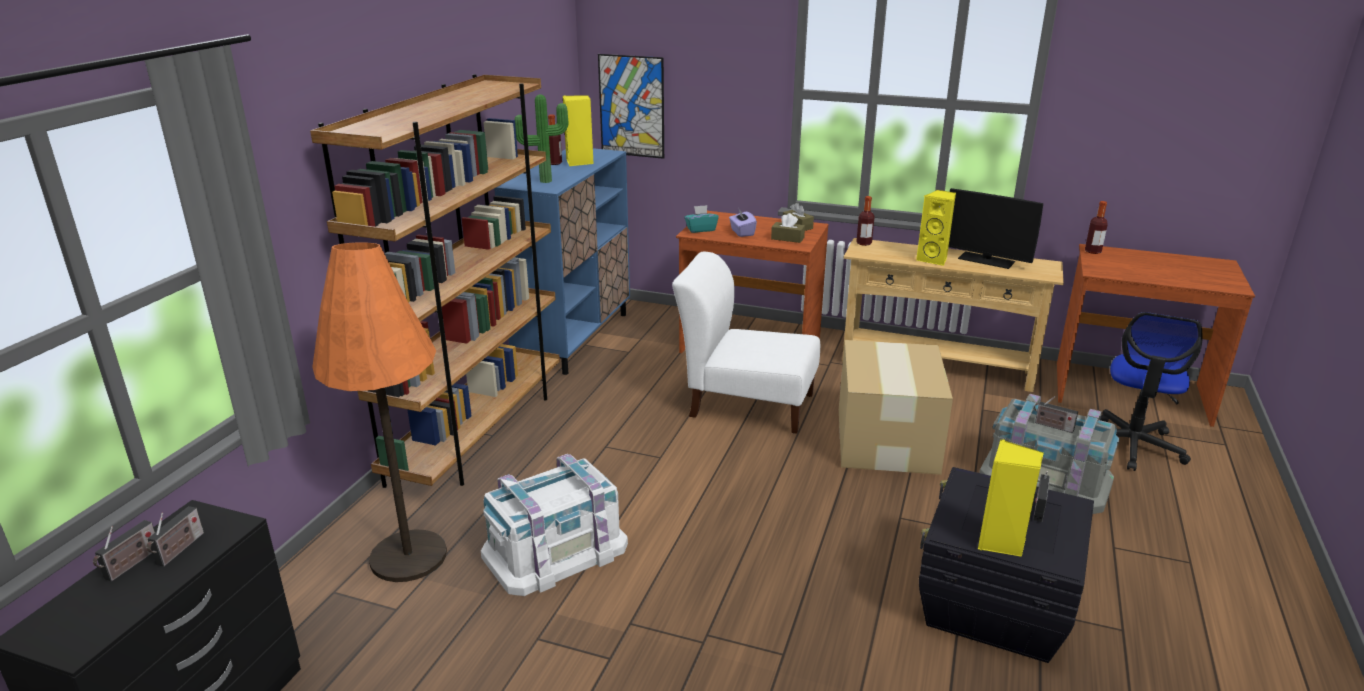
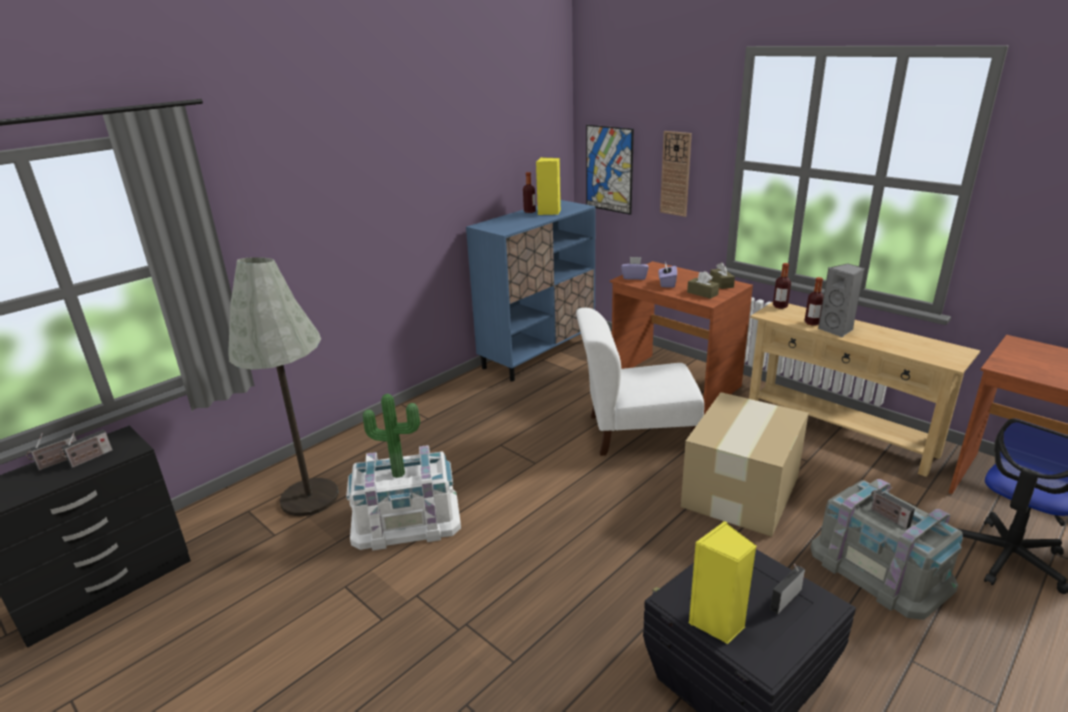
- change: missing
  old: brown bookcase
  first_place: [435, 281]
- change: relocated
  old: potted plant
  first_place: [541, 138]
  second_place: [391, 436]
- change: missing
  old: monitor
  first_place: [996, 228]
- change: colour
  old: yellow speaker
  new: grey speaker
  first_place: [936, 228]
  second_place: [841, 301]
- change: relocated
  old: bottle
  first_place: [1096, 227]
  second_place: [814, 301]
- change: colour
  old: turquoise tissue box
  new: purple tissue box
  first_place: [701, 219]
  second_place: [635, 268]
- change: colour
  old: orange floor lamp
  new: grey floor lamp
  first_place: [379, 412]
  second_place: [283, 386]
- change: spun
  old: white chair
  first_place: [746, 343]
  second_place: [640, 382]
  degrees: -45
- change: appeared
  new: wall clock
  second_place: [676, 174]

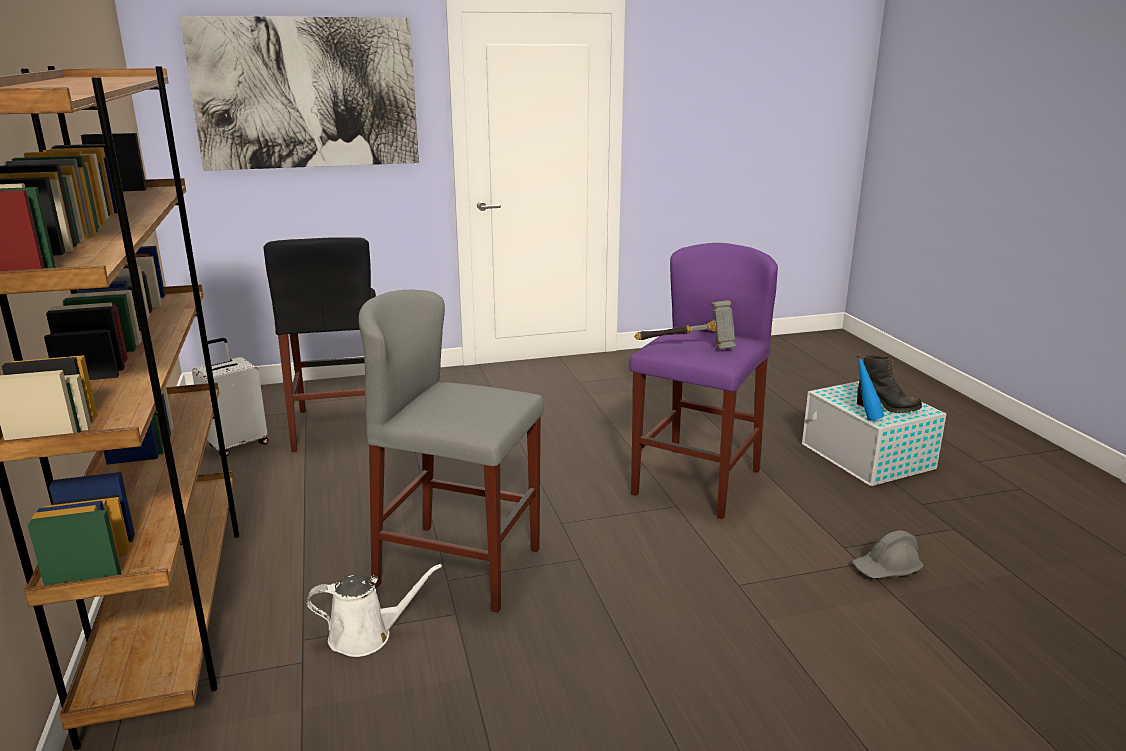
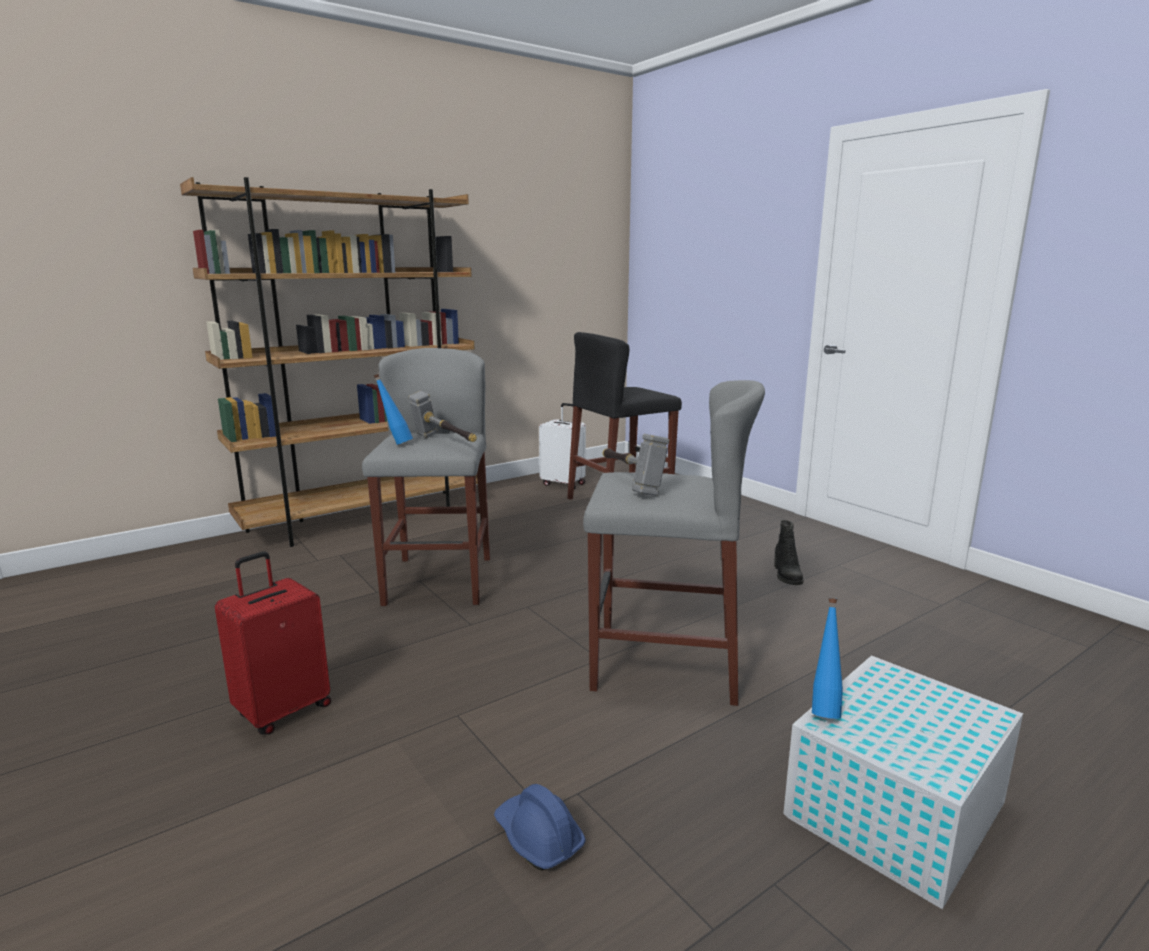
- change: missing
  old: picture
  first_place: [299, 93]
- change: colour
  old: purple stool
  new: grey stool
  first_place: [703, 381]
  second_place: [674, 543]
- change: relocated
  old: black boot
  first_place: [889, 384]
  second_place: [788, 552]
- change: colour
  old: grey hard hat
  new: blue hard hat
  first_place: [888, 554]
  second_place: [540, 827]
- change: missing
  old: white watering can
  first_place: [374, 610]
- change: appeared
  new: blue bottle
  second_place: [393, 409]
- change: appeared
  new: hammer
  second_place: [442, 416]
- change: appeared
  new: red suitcase
  second_place: [273, 643]

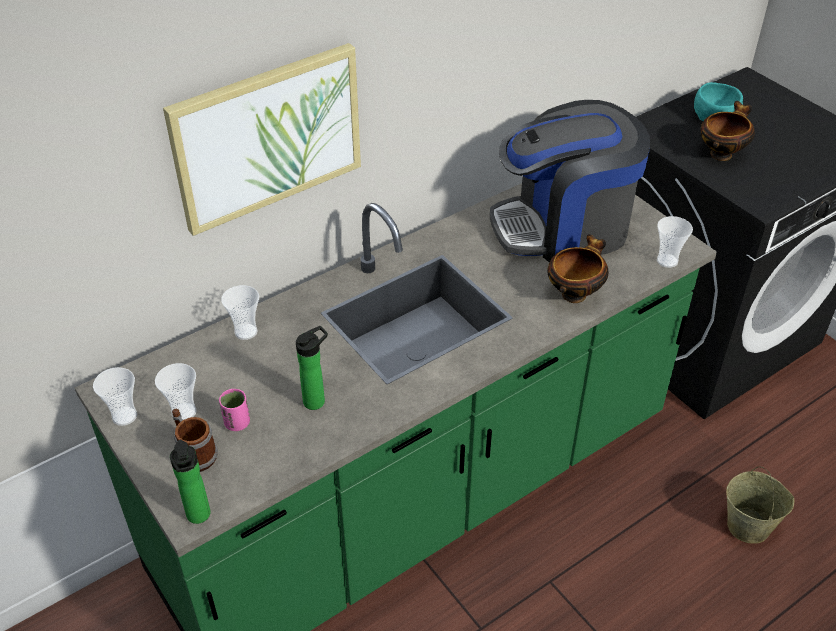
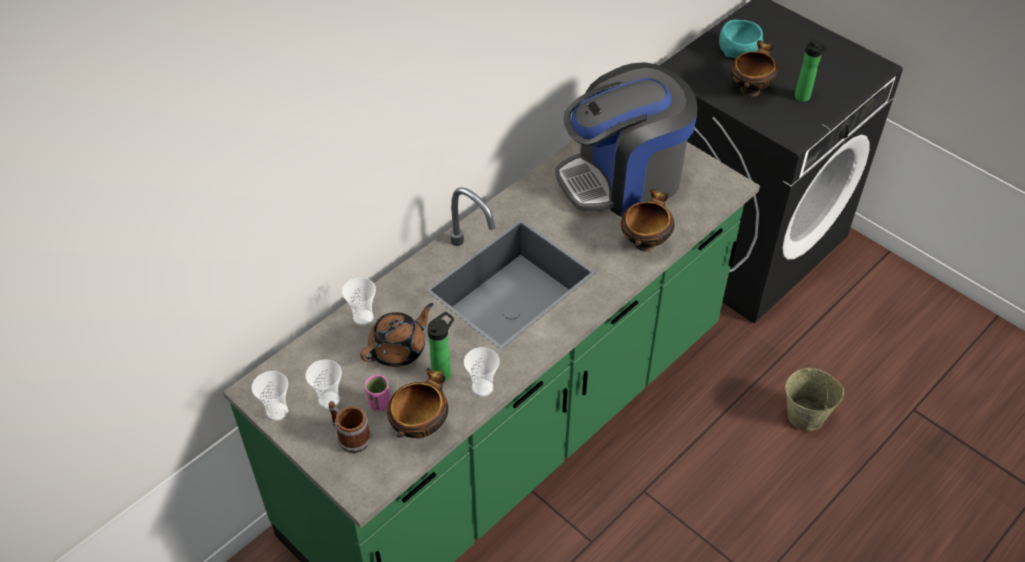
- change: missing
  old: picture
  first_place: [262, 139]
- change: relocated
  old: cup
  first_place: [675, 242]
  second_place: [482, 372]
- change: relocated
  old: bottle
  first_place: [190, 482]
  second_place: [811, 69]
- change: appeared
  new: brown teapot
  second_place: [397, 335]
- change: appeared
  new: bowl
  second_place: [417, 403]

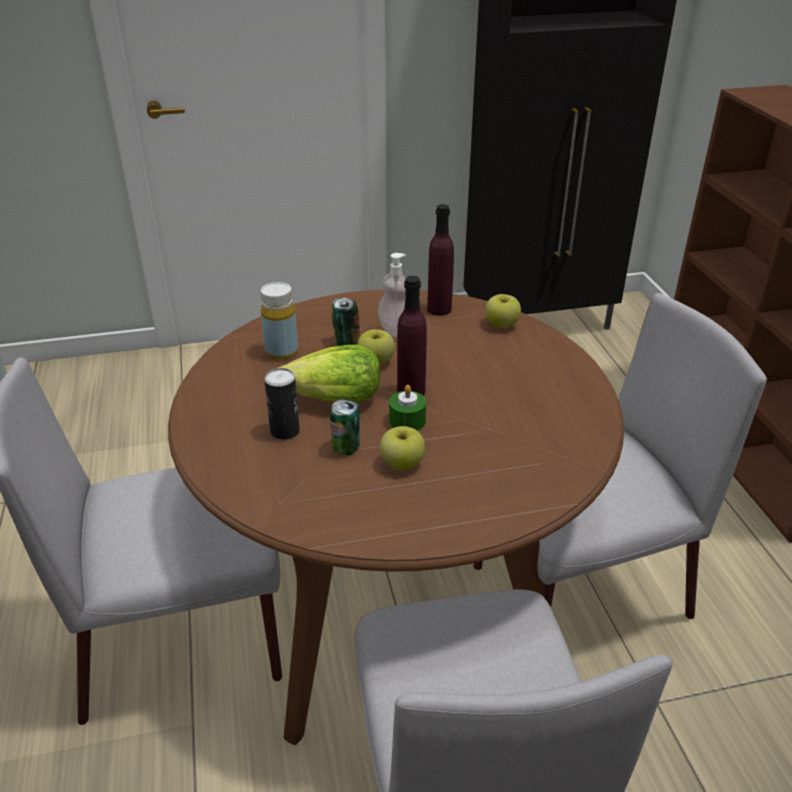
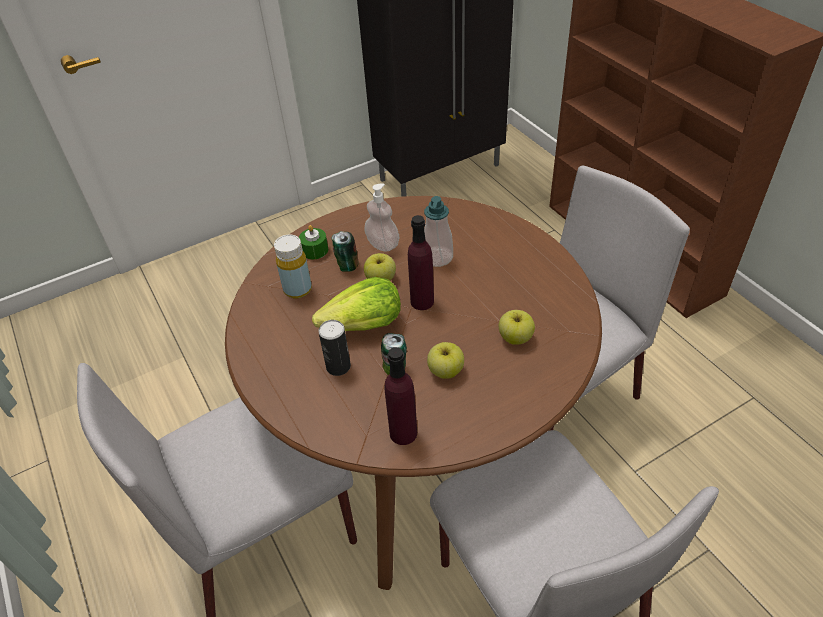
- change: relocated
  old: purple bottle
  first_place: [440, 260]
  second_place: [400, 396]
- change: relocated
  old: apple
  first_place: [503, 311]
  second_place: [517, 327]
- change: relocated
  old: green candle
  first_place: [407, 408]
  second_place: [313, 242]
- change: appeared
  new: soap dispenser
  second_place: [438, 231]

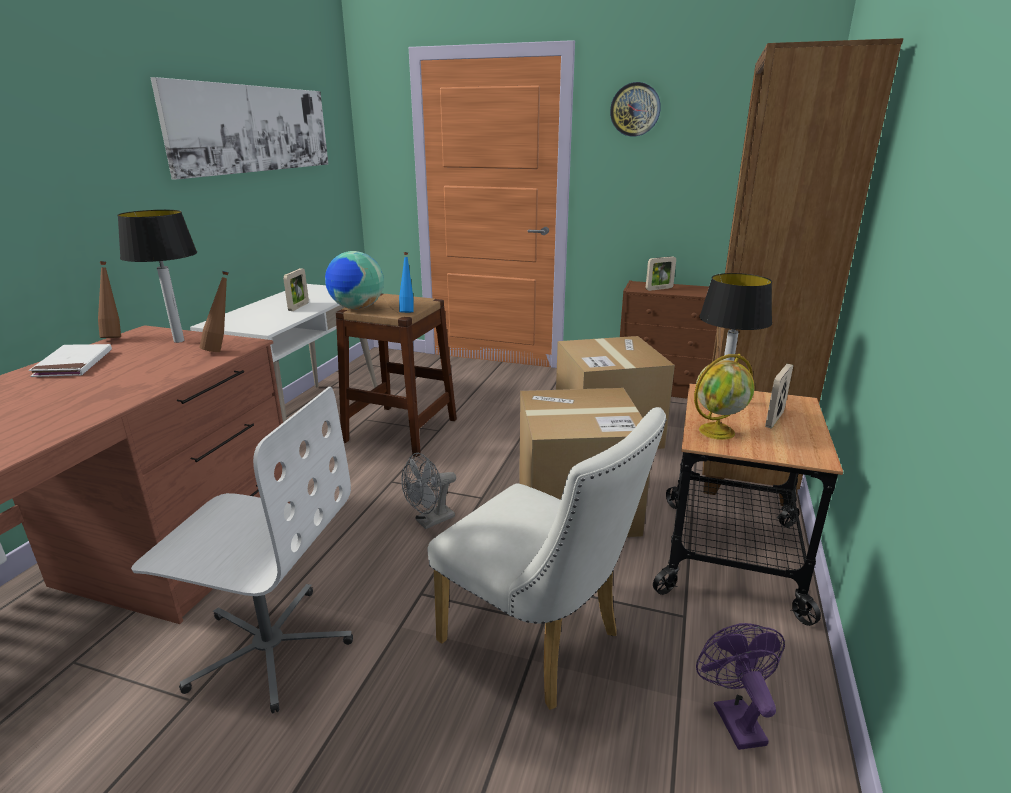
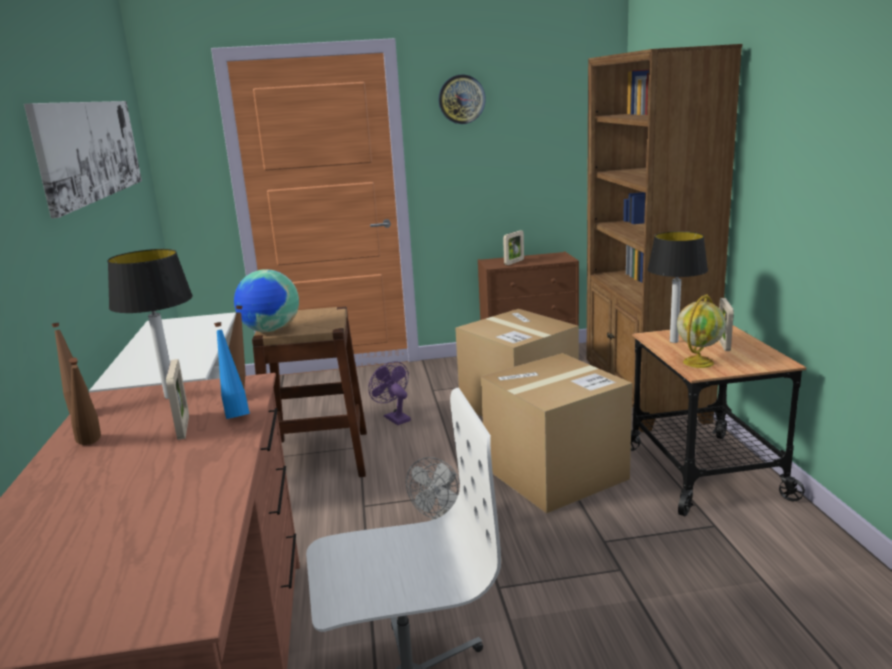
- change: relocated
  old: blue bottle
  first_place: [406, 282]
  second_place: [232, 370]
- change: relocated
  old: picture frame
  first_place: [296, 289]
  second_place: [177, 399]
- change: exchanged
  old: white book
  new: brown bottle
  first_place: [70, 360]
  second_place: [85, 401]
- change: missing
  old: white chair
  first_place: [546, 558]
- change: relocated
  old: purple fan
  first_place: [740, 686]
  second_place: [389, 393]

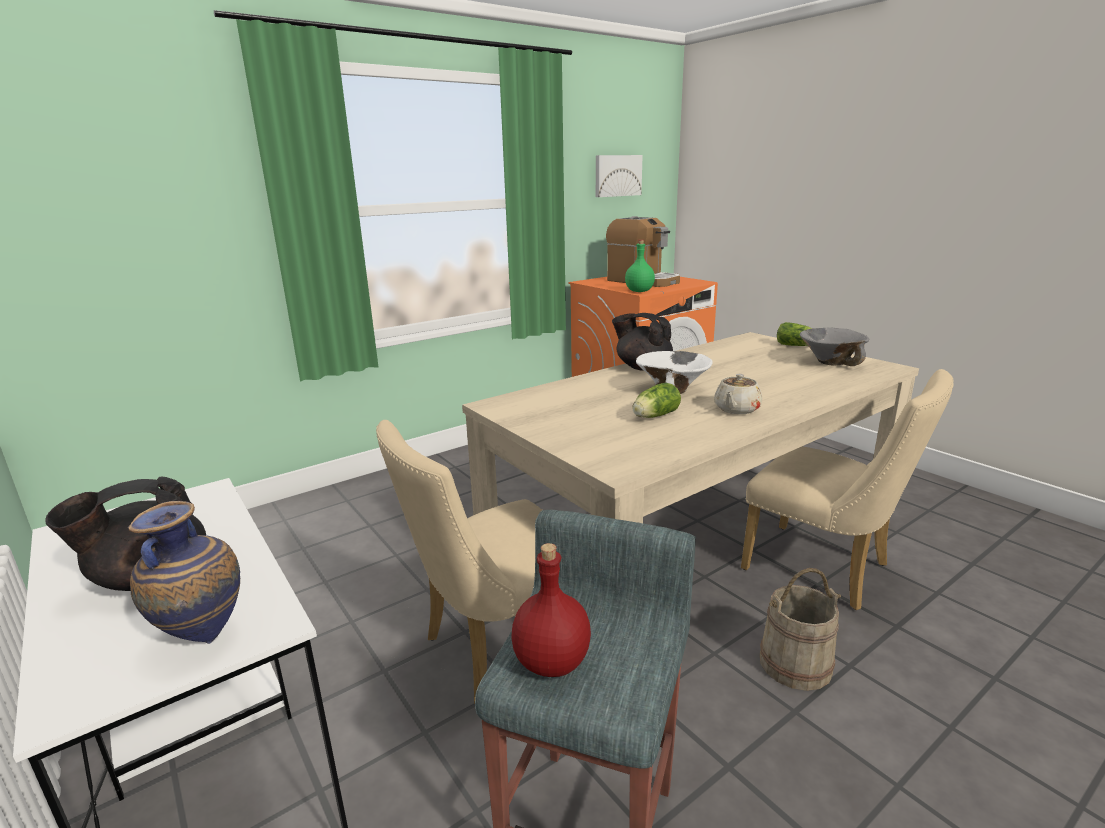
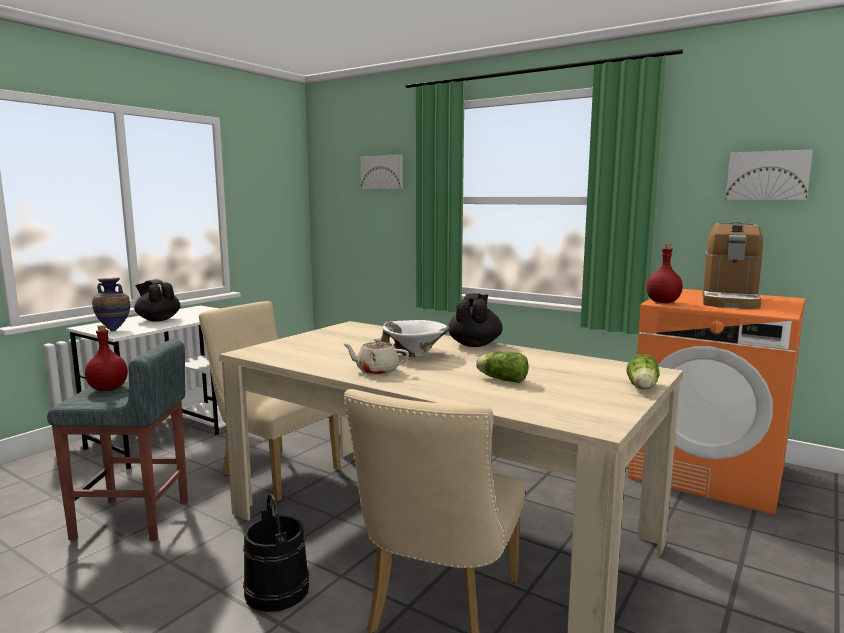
- change: colour
  old: green bottle
  new: red bottle
  first_place: [640, 266]
  second_place: [665, 273]
- change: missing
  old: grey bowl
  first_place: [835, 347]
- change: relocated
  old: lettuce
  first_place: [656, 400]
  second_place: [502, 367]
- change: colour
  old: beige bucket
  new: black bucket
  first_place: [800, 629]
  second_place: [276, 552]
- change: appeared
  new: picture
  second_place: [382, 171]

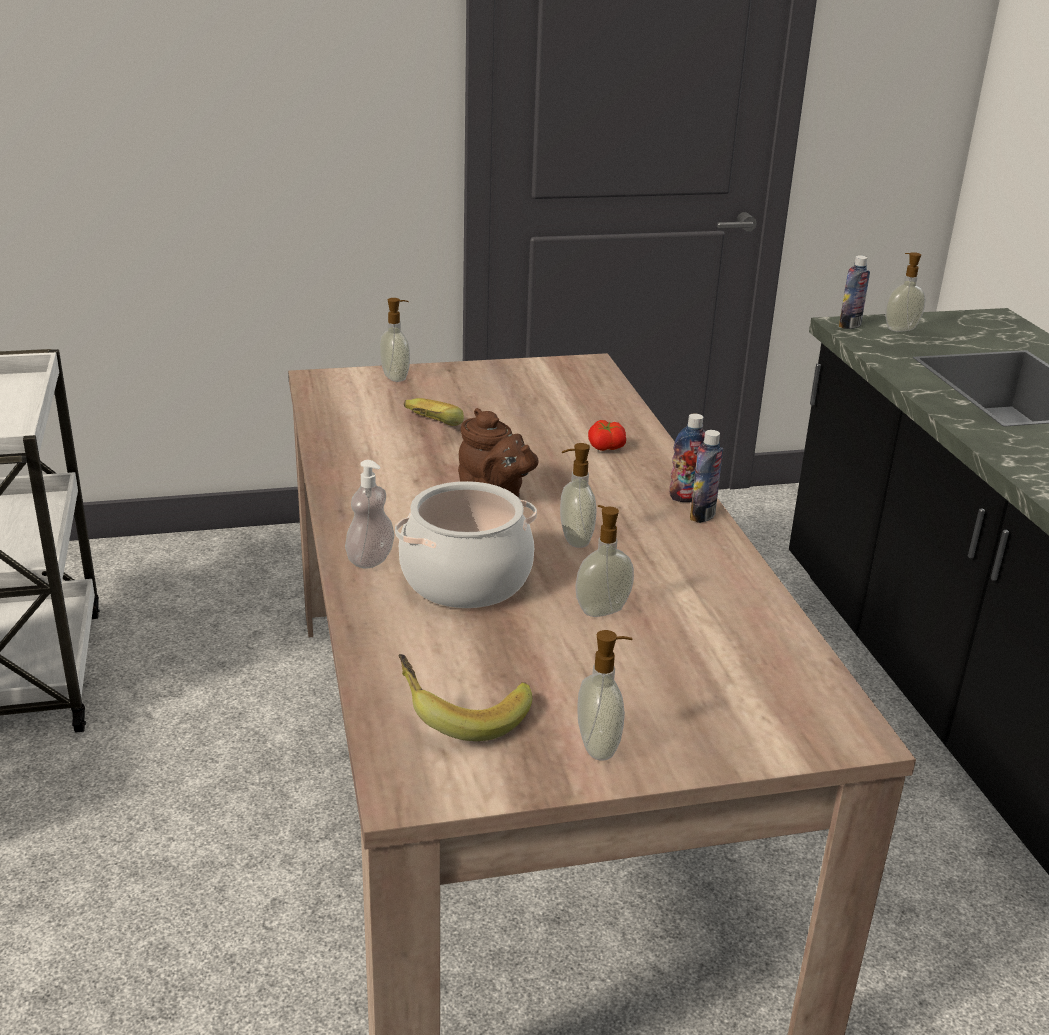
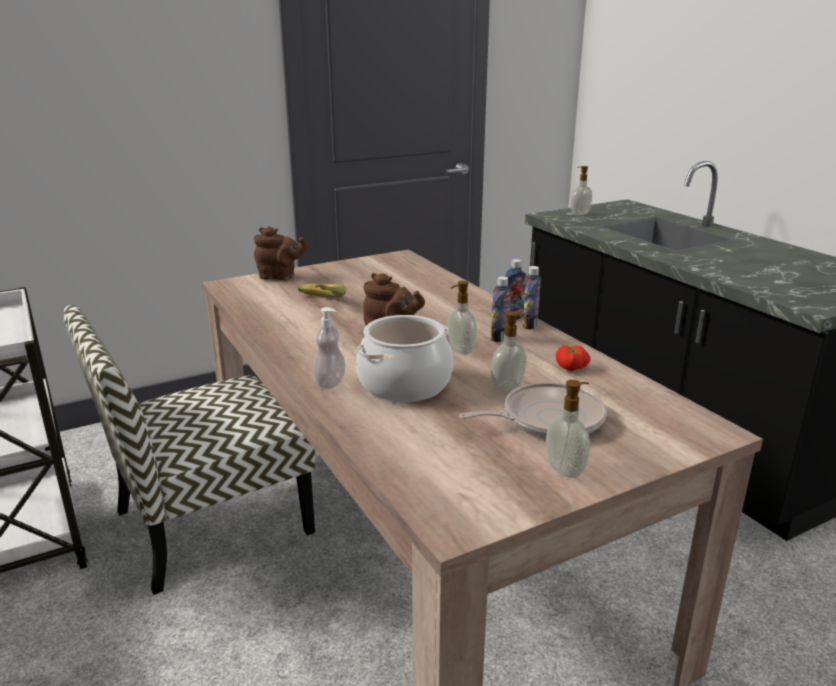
- change: relocated
  old: bottle
  first_place: [854, 292]
  second_place: [501, 309]
- change: exchanged
  old: soap dispenser
  new: brown teapot
  first_place: [394, 340]
  second_place: [281, 253]
- change: relocated
  old: tomato
  first_place: [607, 435]
  second_place: [573, 358]
- change: missing
  old: banana
  first_place: [465, 697]
- change: appeared
  new: chair
  second_place: [190, 450]
- change: appeared
  new: frying pan
  second_place: [533, 409]

